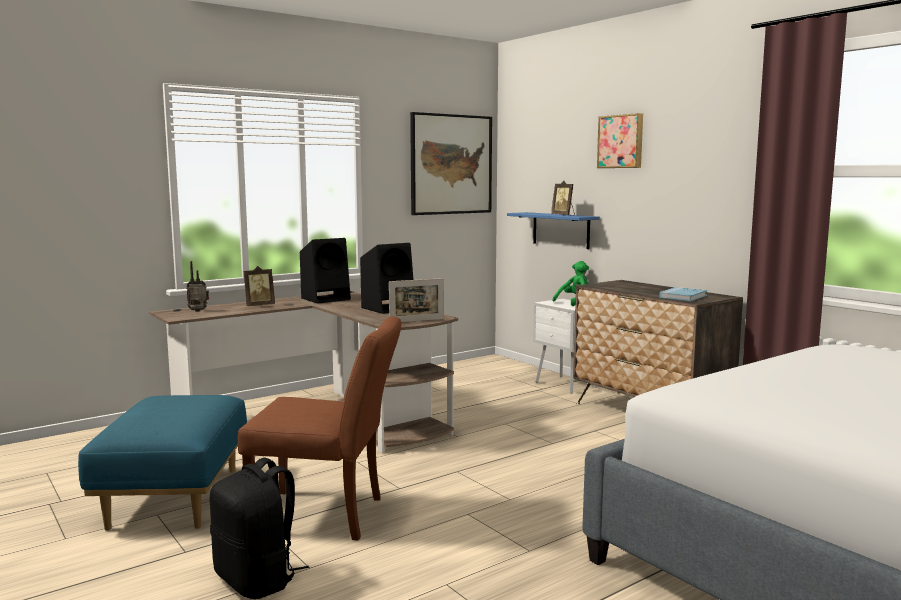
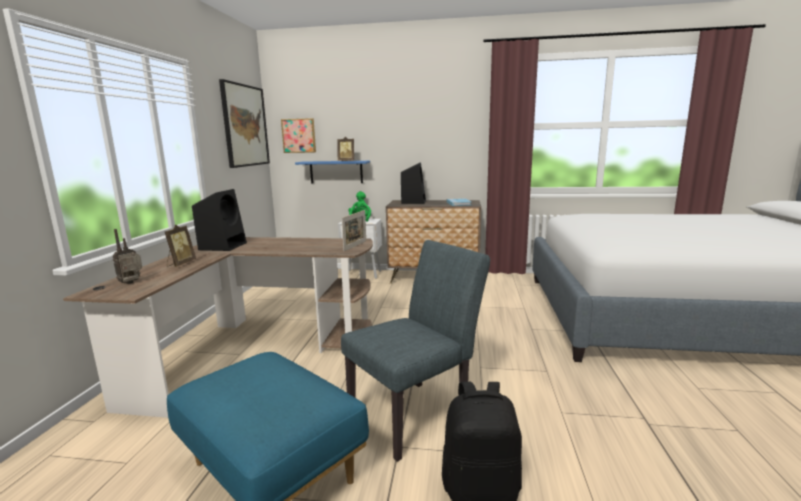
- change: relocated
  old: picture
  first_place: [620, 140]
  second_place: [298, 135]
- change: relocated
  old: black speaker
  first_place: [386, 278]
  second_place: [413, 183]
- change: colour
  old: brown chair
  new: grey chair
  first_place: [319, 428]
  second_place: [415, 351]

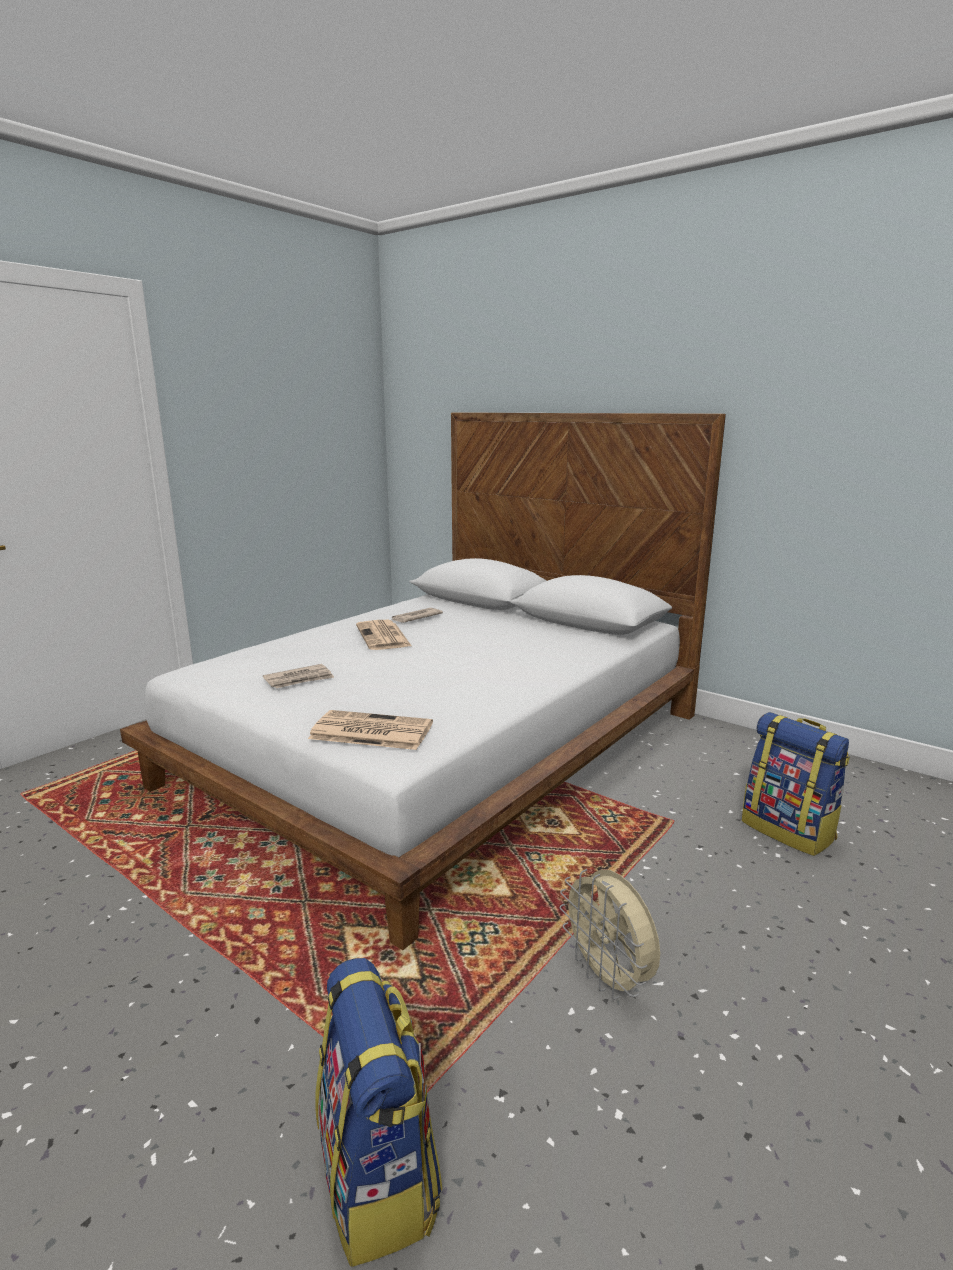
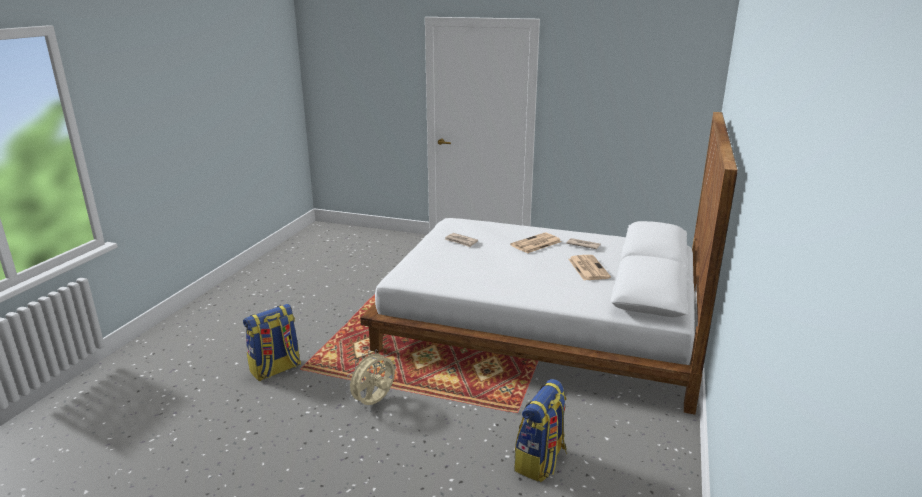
- change: relocated
  old: newspaper
  first_place: [370, 730]
  second_place: [590, 267]

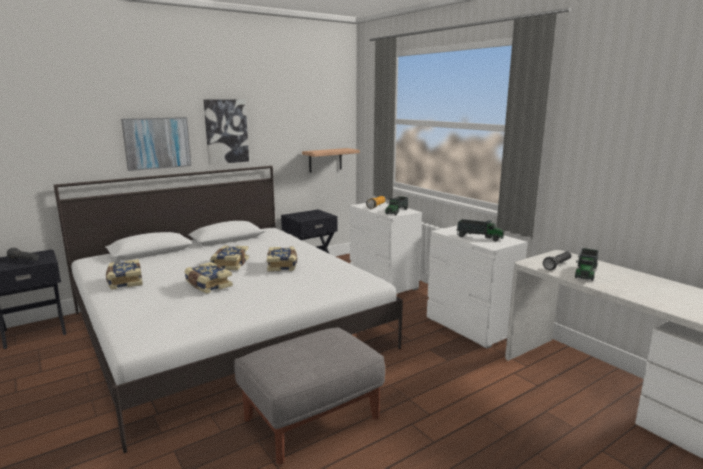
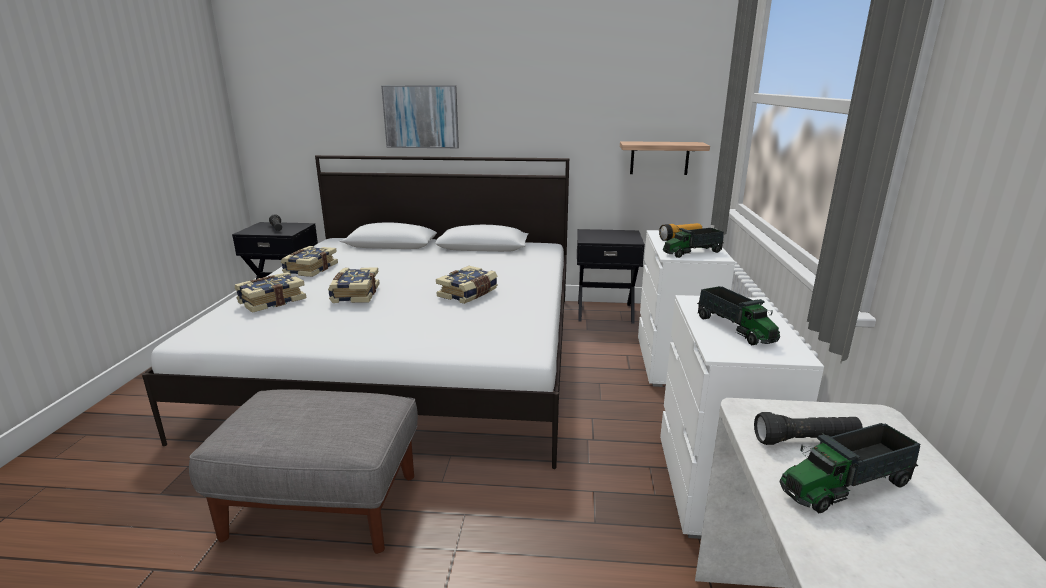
- change: missing
  old: picture
  first_place: [226, 132]
- change: relocated
  old: book
  first_place: [229, 257]
  second_place: [270, 292]

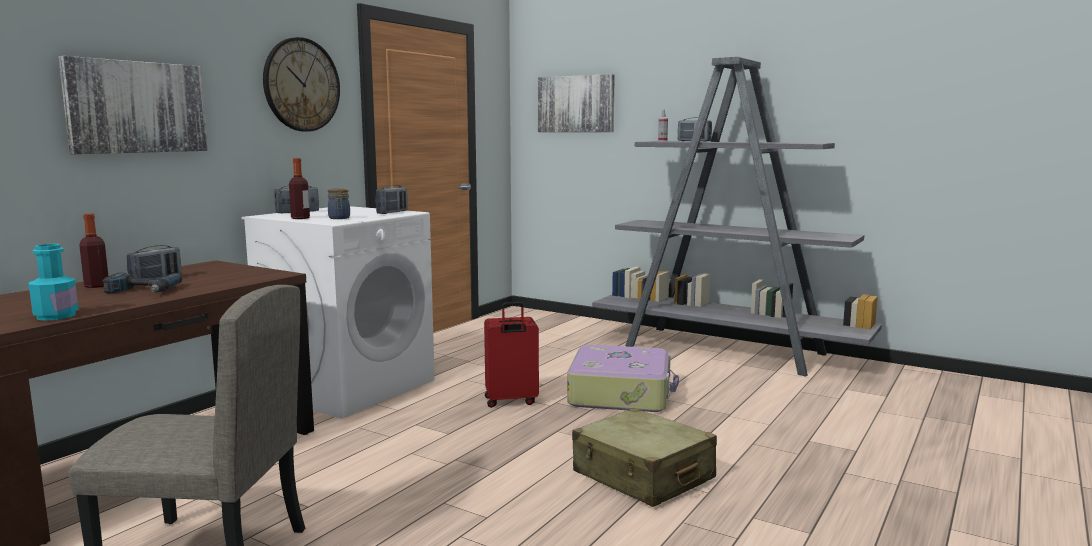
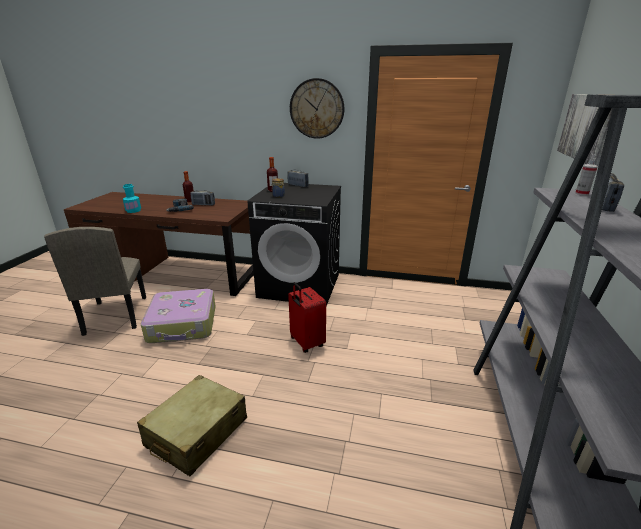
- change: missing
  old: picture
  first_place: [133, 105]
- change: missing
  old: radio
  first_place: [392, 199]
- change: colour
  old: white washing machine
  new: black washing machine
  first_place: [338, 312]
  second_place: [294, 244]
- change: relocated
  old: suitcase
  first_place: [623, 378]
  second_place: [178, 316]

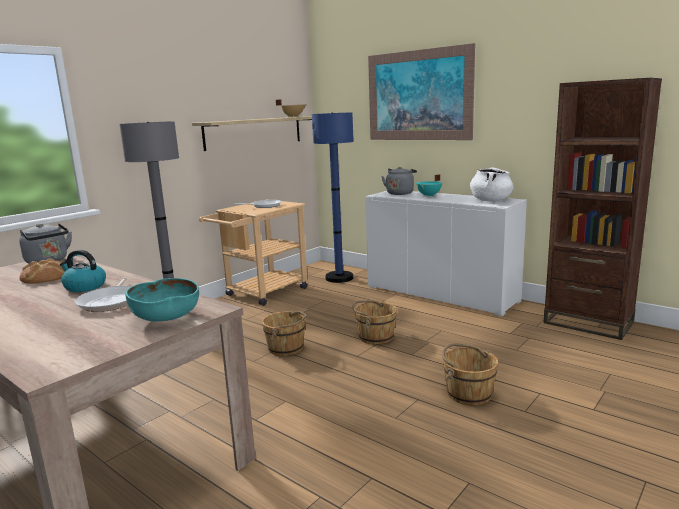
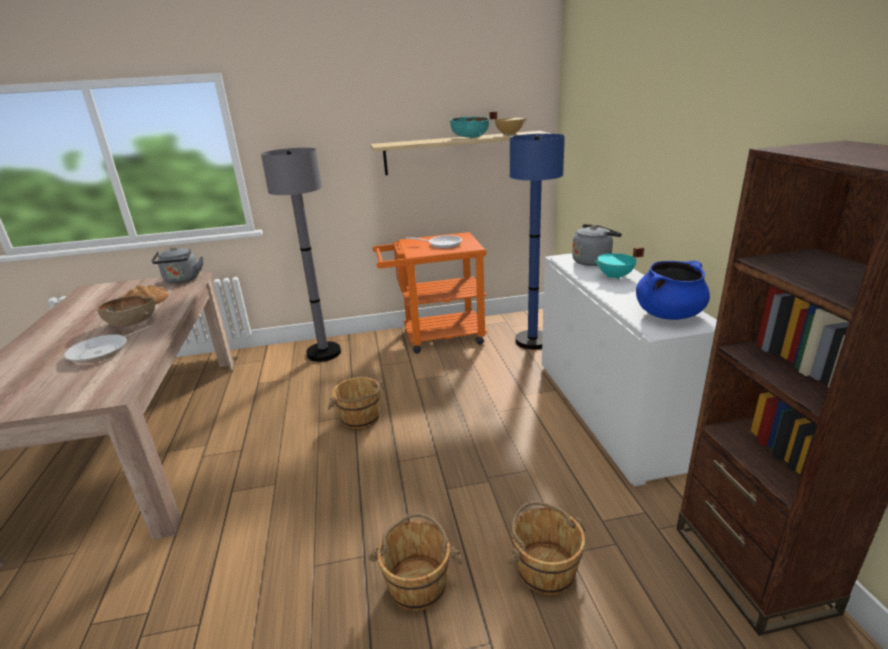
- change: missing
  old: picture
  first_place: [421, 91]
- change: colour
  old: white cooking pot
  new: blue cooking pot
  first_place: [491, 184]
  second_place: [673, 290]
- change: colour
  old: beige cart
  new: orange cart
  first_place: [253, 253]
  second_place: [430, 293]
- change: exchanged
  old: kettle
  new: brown bowl
  first_place: [83, 271]
  second_place: [126, 311]
- change: relocated
  old: turquoise bowl
  first_place: [162, 300]
  second_place: [469, 127]
- change: relocated
  old: brown bucket
  first_place: [374, 322]
  second_place: [547, 548]

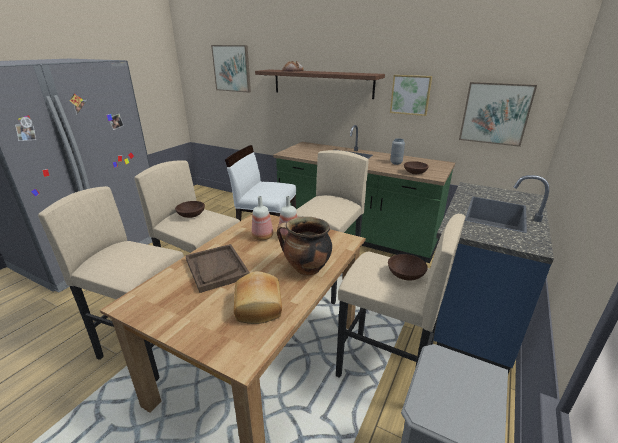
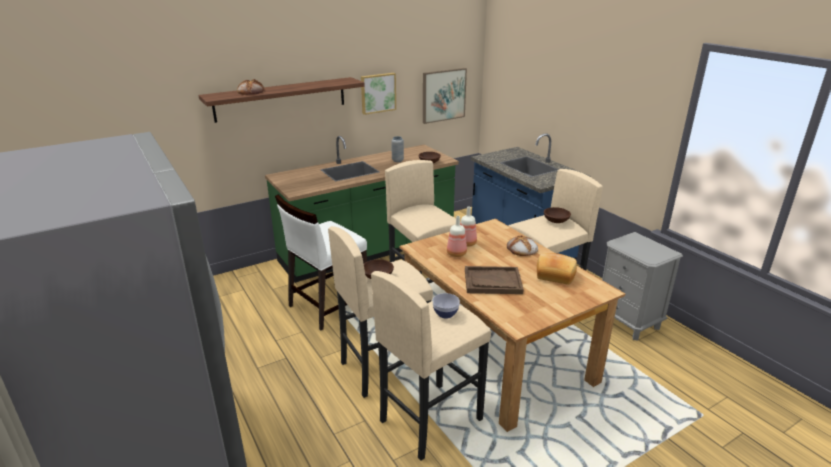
- change: missing
  old: picture
  first_place: [231, 69]
- change: exchanged
  old: cooking pot
  new: bread
  first_place: [304, 246]
  second_place: [522, 246]
- change: appeared
  new: bowl
  second_place: [446, 306]

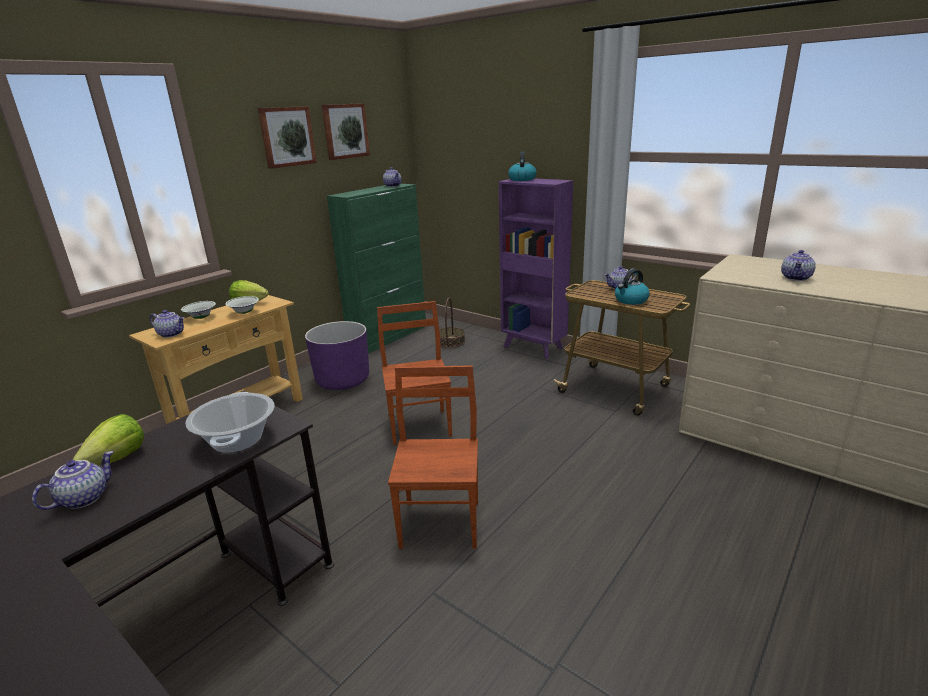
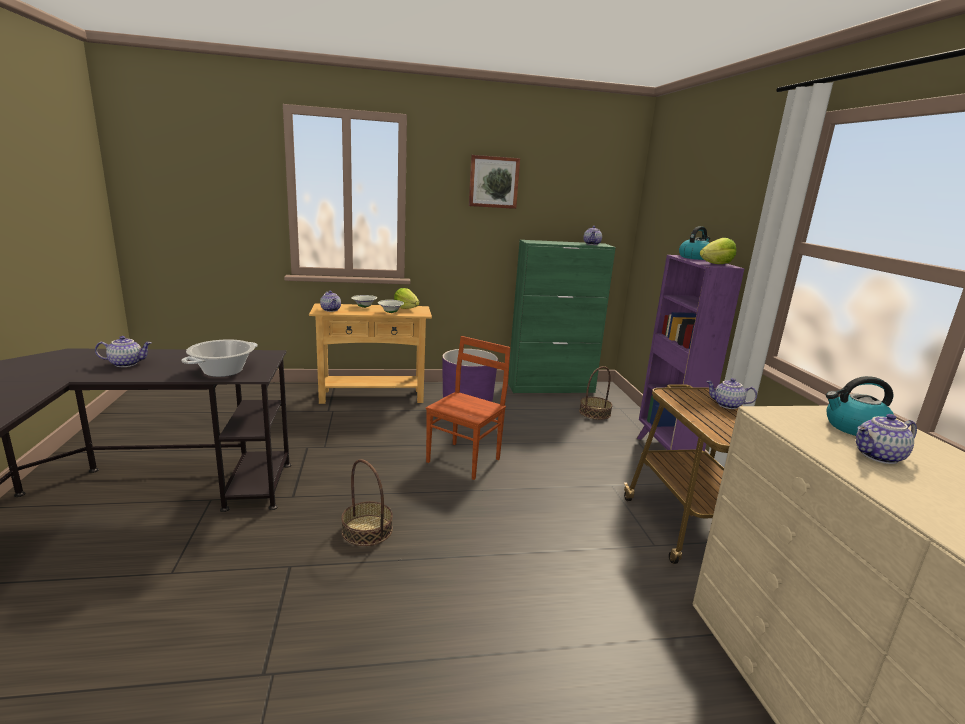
- change: missing
  old: picture
  first_place: [346, 131]
- change: relocated
  old: kettle
  first_place: [632, 287]
  second_place: [860, 406]
- change: exchanged
  old: brown chair
  new: basket
  first_place: [433, 457]
  second_place: [367, 502]
- change: relocated
  old: lettuce
  first_place: [108, 440]
  second_place: [718, 251]

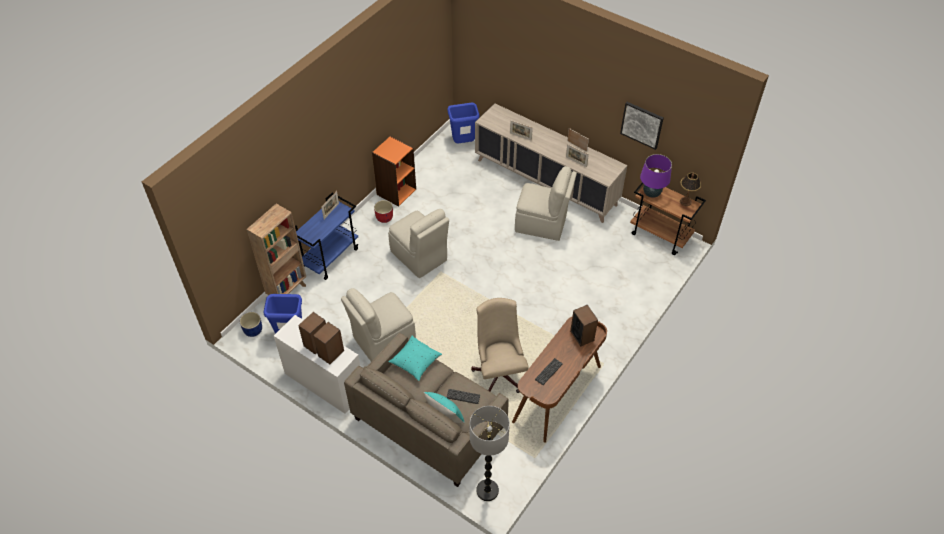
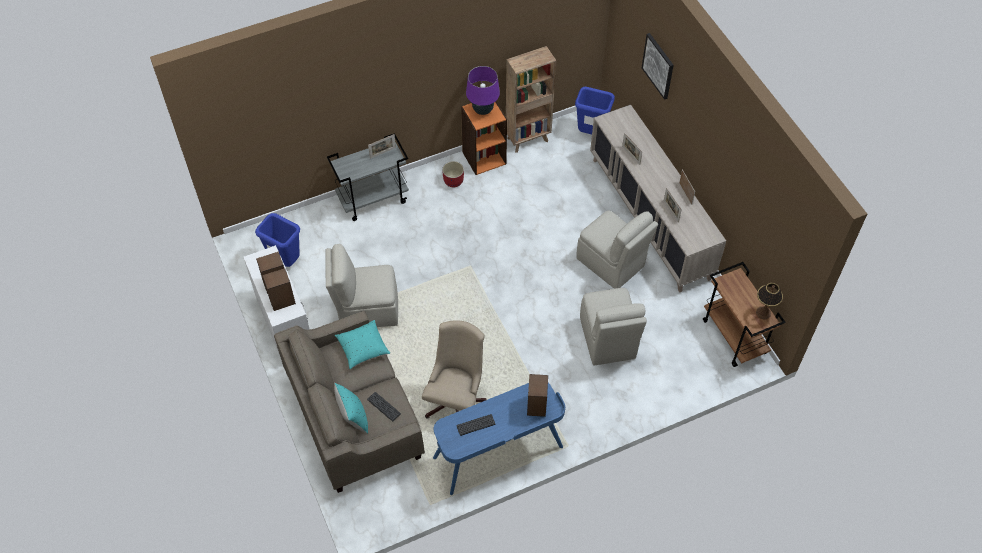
- change: relocated
  old: picture
  first_place: [642, 126]
  second_place: [658, 66]
- change: relocated
  old: purple table lamp
  first_place: [656, 176]
  second_place: [483, 90]
- change: colour
  old: blue cart
  new: grey cart
  first_place: [327, 236]
  second_place: [368, 177]
- change: relocated
  old: brown bookcase
  first_place: [276, 249]
  second_place: [531, 99]
- change: relocated
  old: beige chair
  first_place: [418, 243]
  second_place: [613, 326]
- change: missing
  old: blue planter
  first_place: [251, 324]
- change: colour
  old: brown desk
  new: blue desk
  first_place: [559, 380]
  second_place: [499, 439]
- change: missing
  old: floor lamp
  first_place: [490, 453]

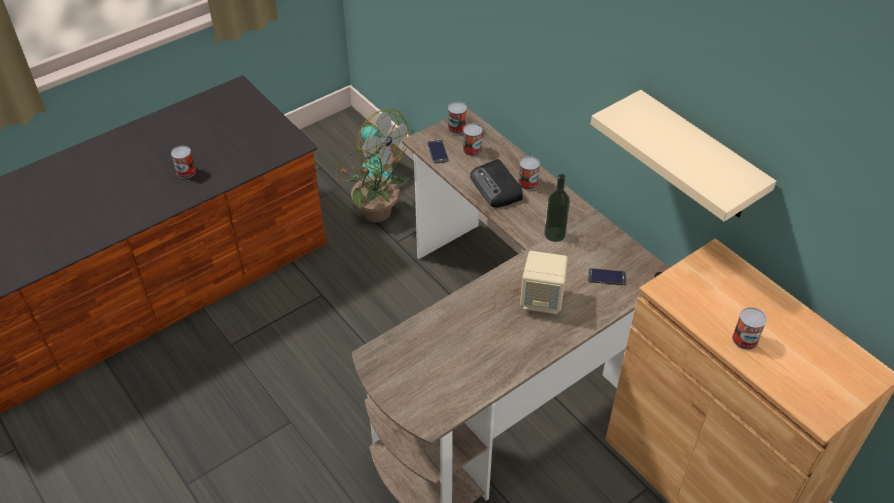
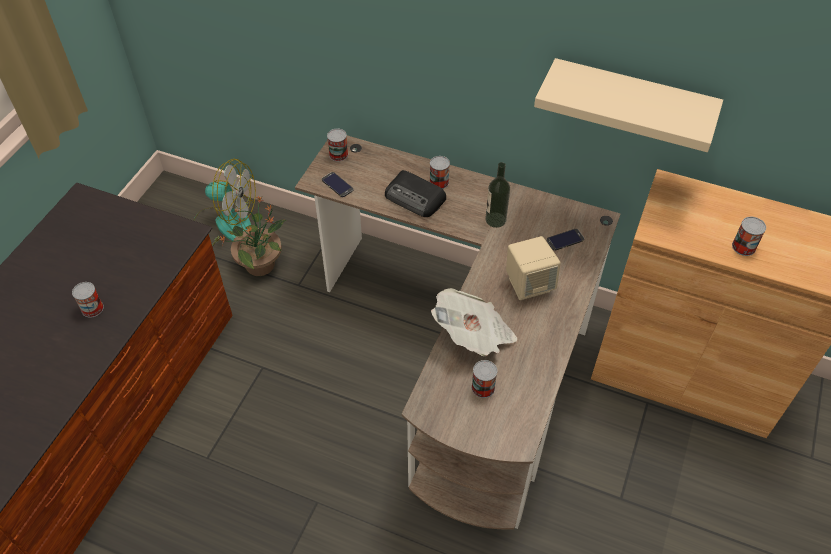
- change: relocated
  old: can
  first_place: [473, 139]
  second_place: [484, 379]
- change: appeared
  new: newspaper
  second_place: [474, 322]

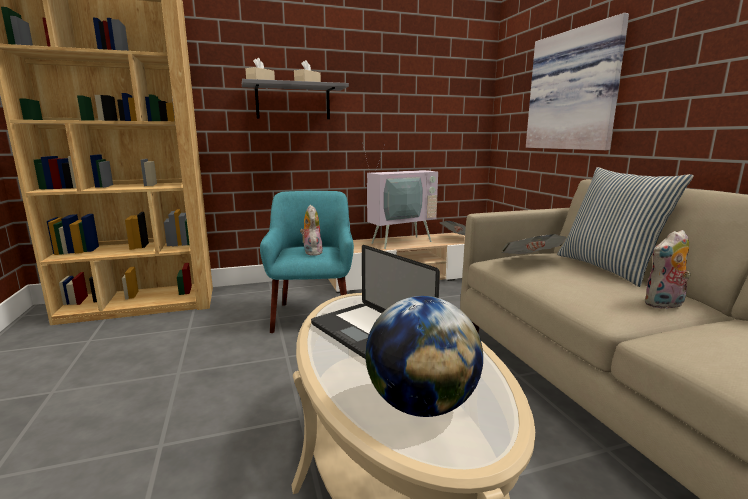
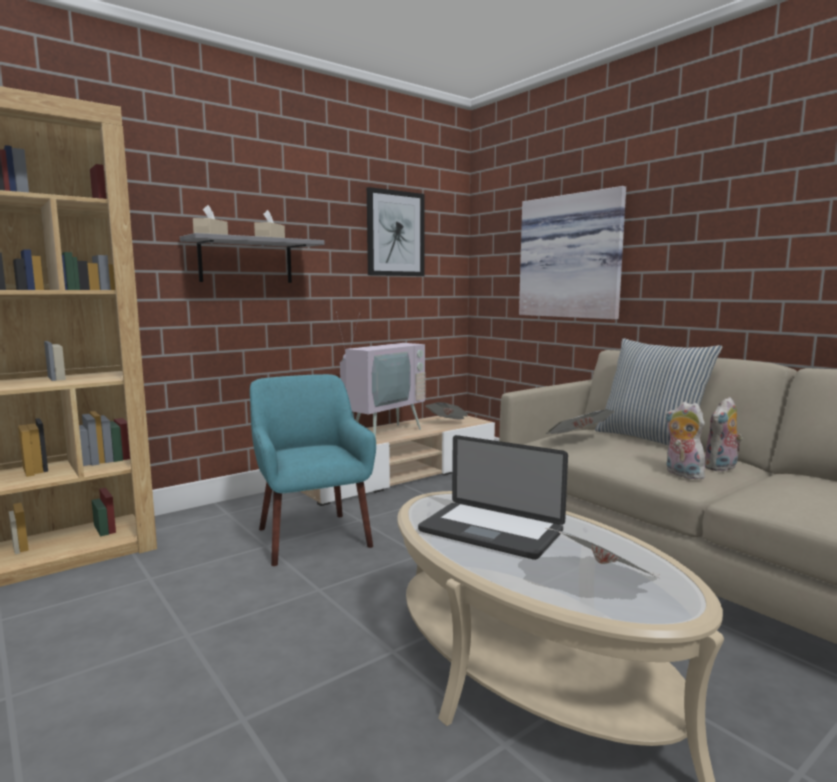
- change: relocated
  old: plush toy
  first_place: [311, 230]
  second_place: [687, 440]
- change: exchanged
  old: globe
  new: newspaper
  first_place: [424, 356]
  second_place: [603, 553]
- change: appeared
  new: picture
  second_place: [396, 231]

